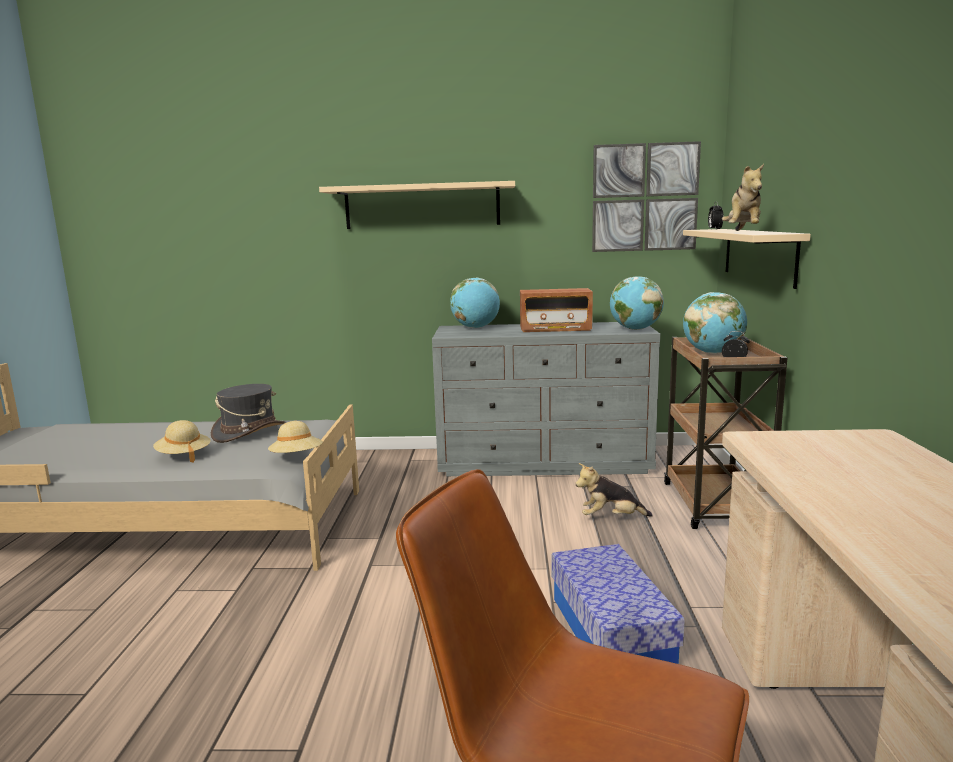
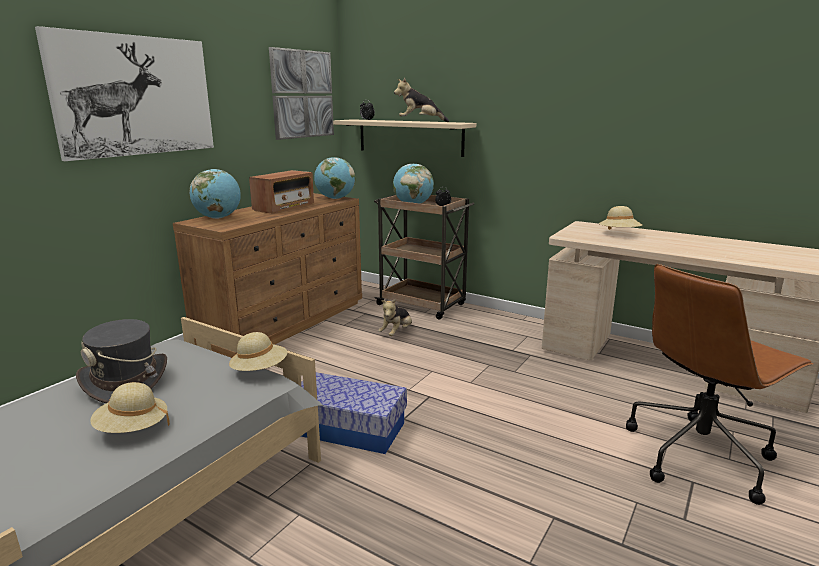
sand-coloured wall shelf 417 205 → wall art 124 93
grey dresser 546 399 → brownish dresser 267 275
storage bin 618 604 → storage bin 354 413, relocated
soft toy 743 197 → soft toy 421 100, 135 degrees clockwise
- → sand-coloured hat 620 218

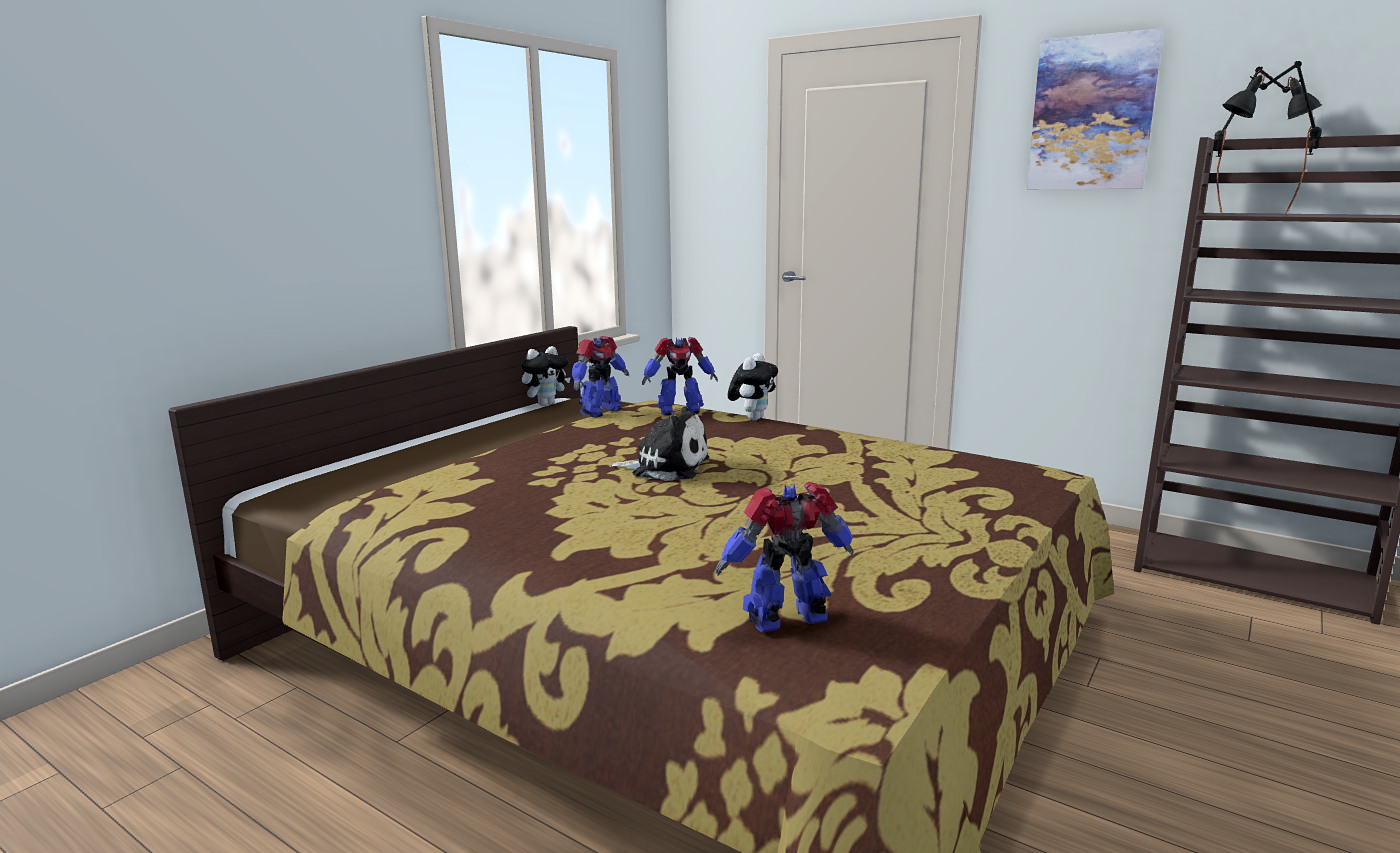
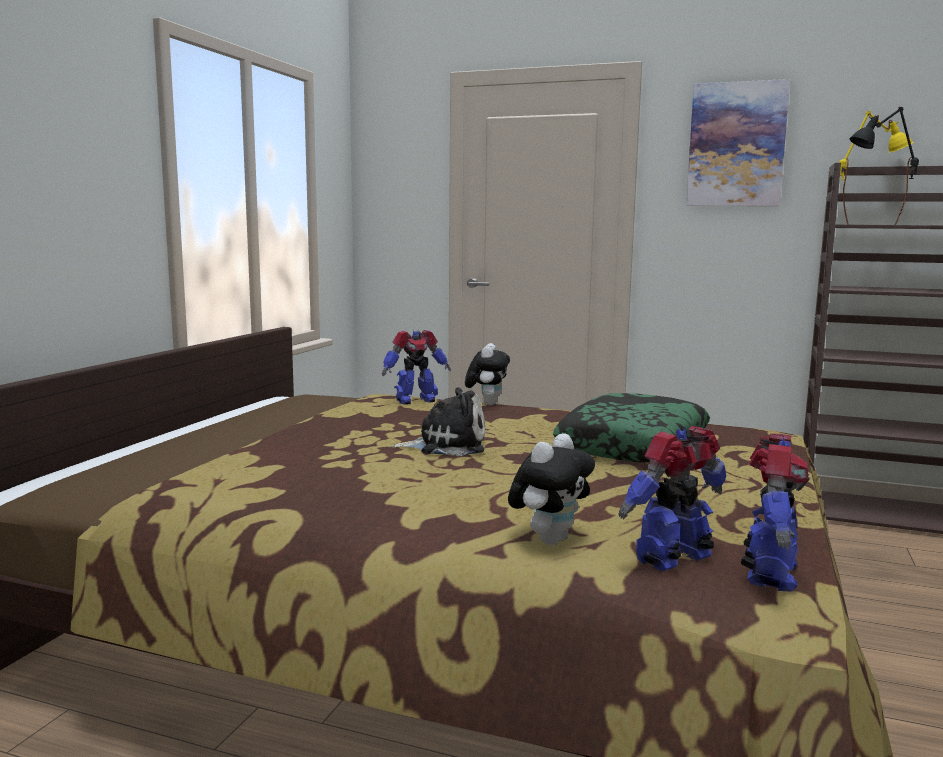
soft toy 546 376 → soft toy 551 489, relocated
- → pillow 631 428
model robot 600 376 → model robot 775 513, relocated
blackish tabletop lamp 1268 139 → yellow-coloured tabletop lamp 876 167

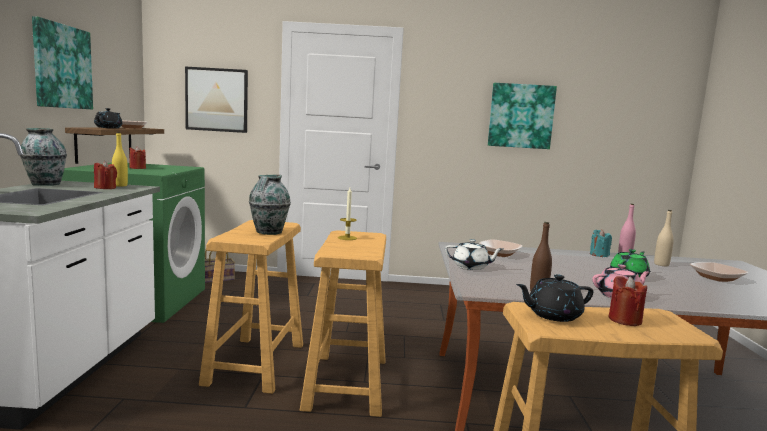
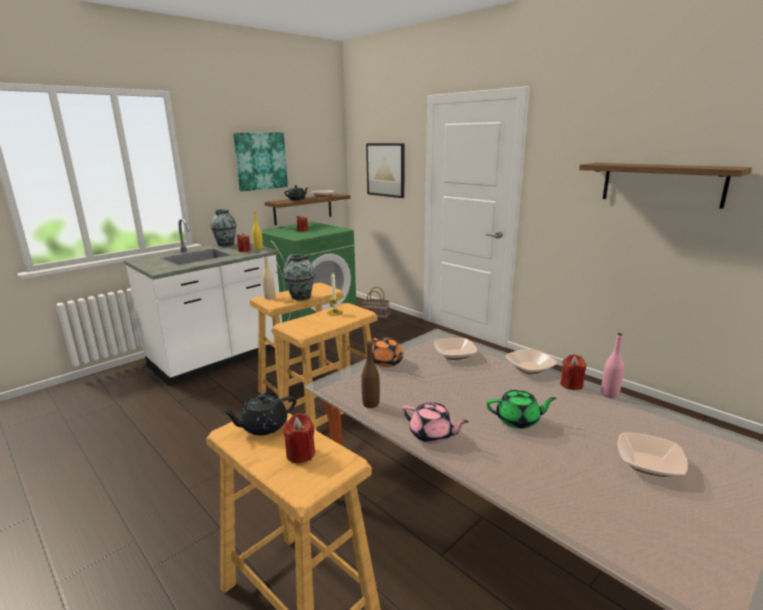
blackish pot for tea 554 298 → blackish pot for tea 259 414, 60 degrees counterclockwise
sand-coloured drink bottle 664 238 → sand-coloured drink bottle 268 277, relocated
whitish pot for tea 474 254 → orange pot for tea 388 352
- → deep dish 531 361
turquoise wax candle 601 243 → red wax candle 573 372
wall art 522 116 → wall shelf 665 186

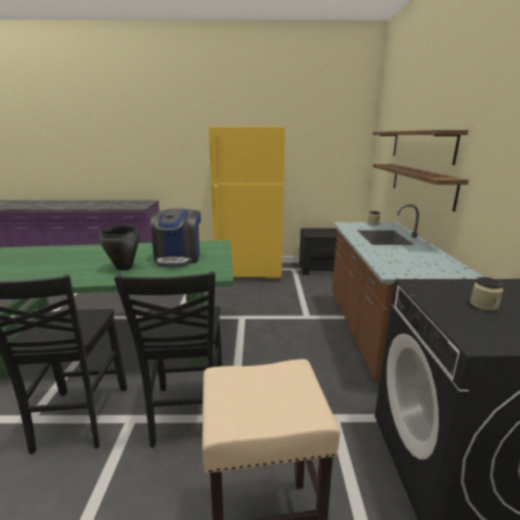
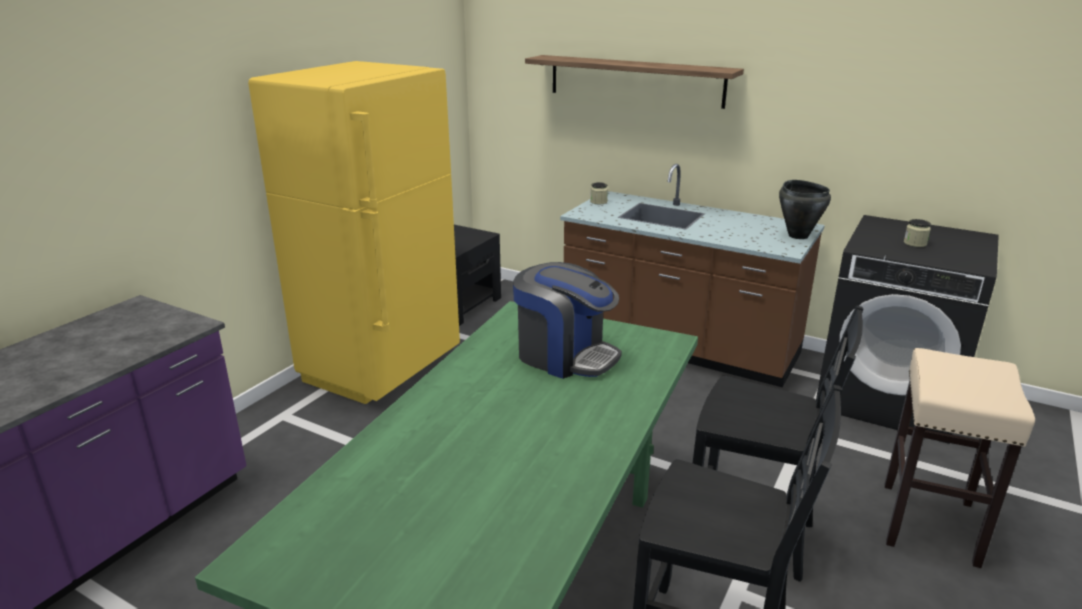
blackish stockpot 119 248 → blackish stockpot 805 209, relocated
wall shelf 421 188 → -

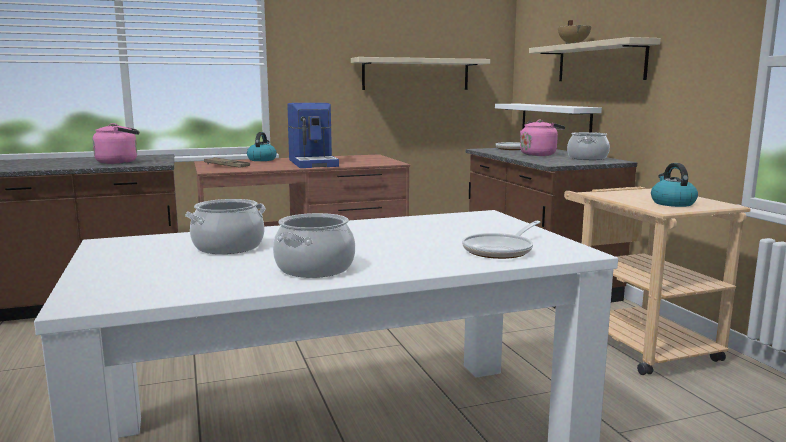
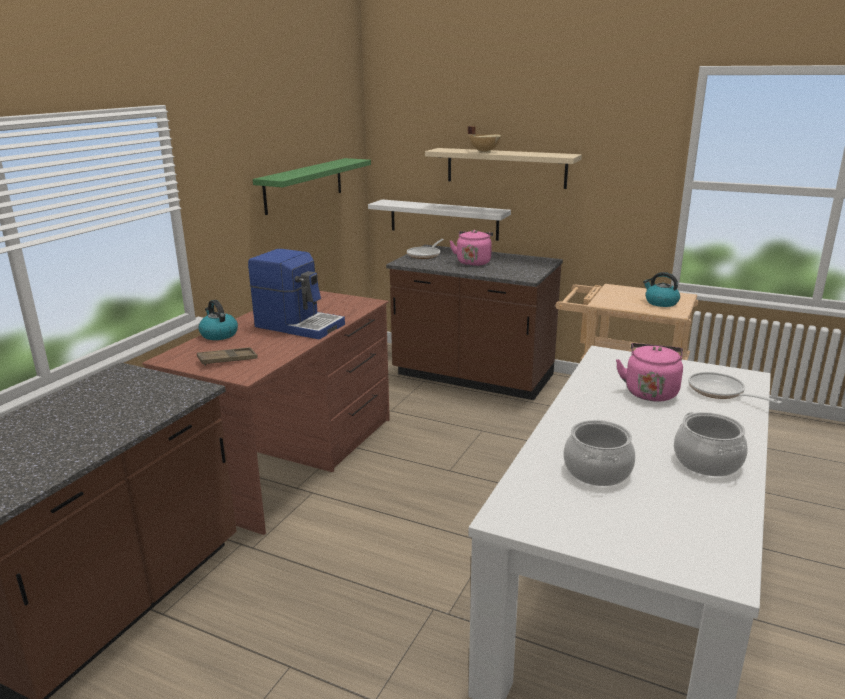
sand-coloured wall shelf 420 73 → green wall shelf 312 186
pinkish water kettle 115 143 → pinkish water kettle 649 372, relocated
pan 501 240 → pan 735 388, 150 degrees clockwise
stockpot 588 146 → -

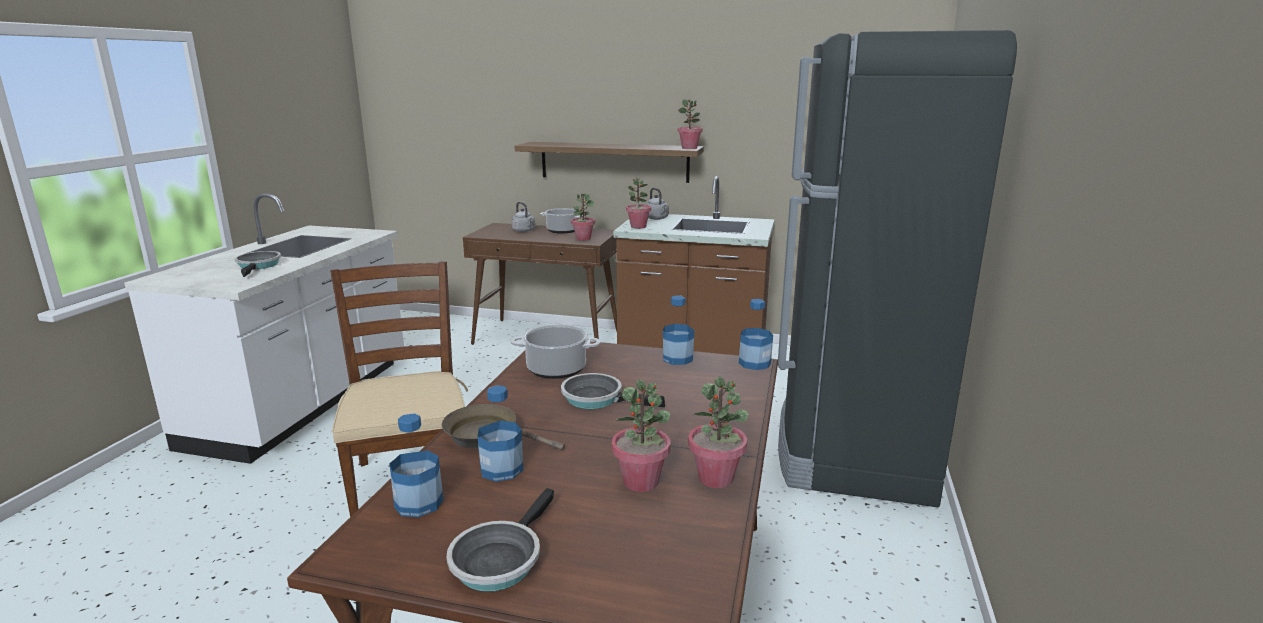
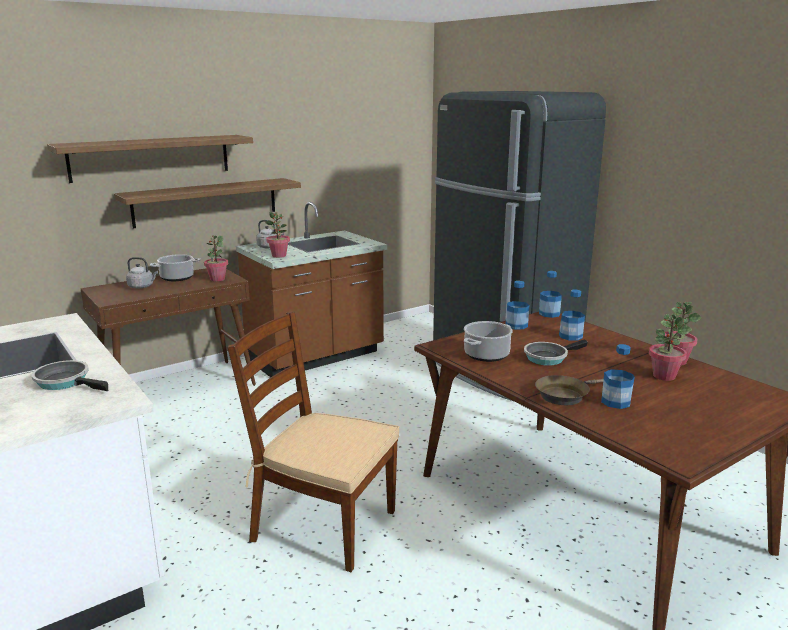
- → wall shelf 150 159
drink bottle 416 465 → drink bottle 572 314, relocated
pan 500 540 → -
houseplant 690 124 → -

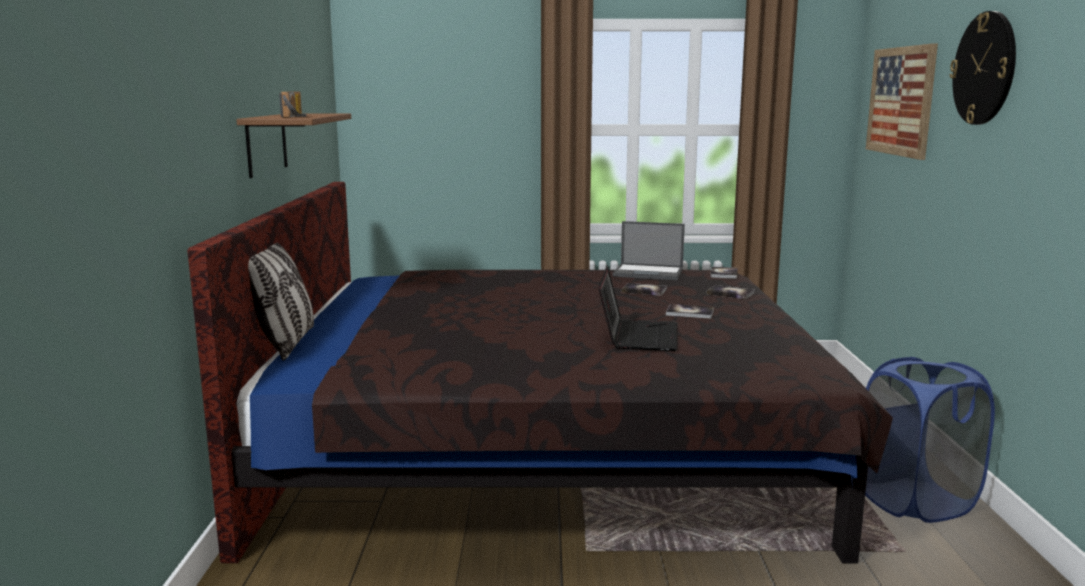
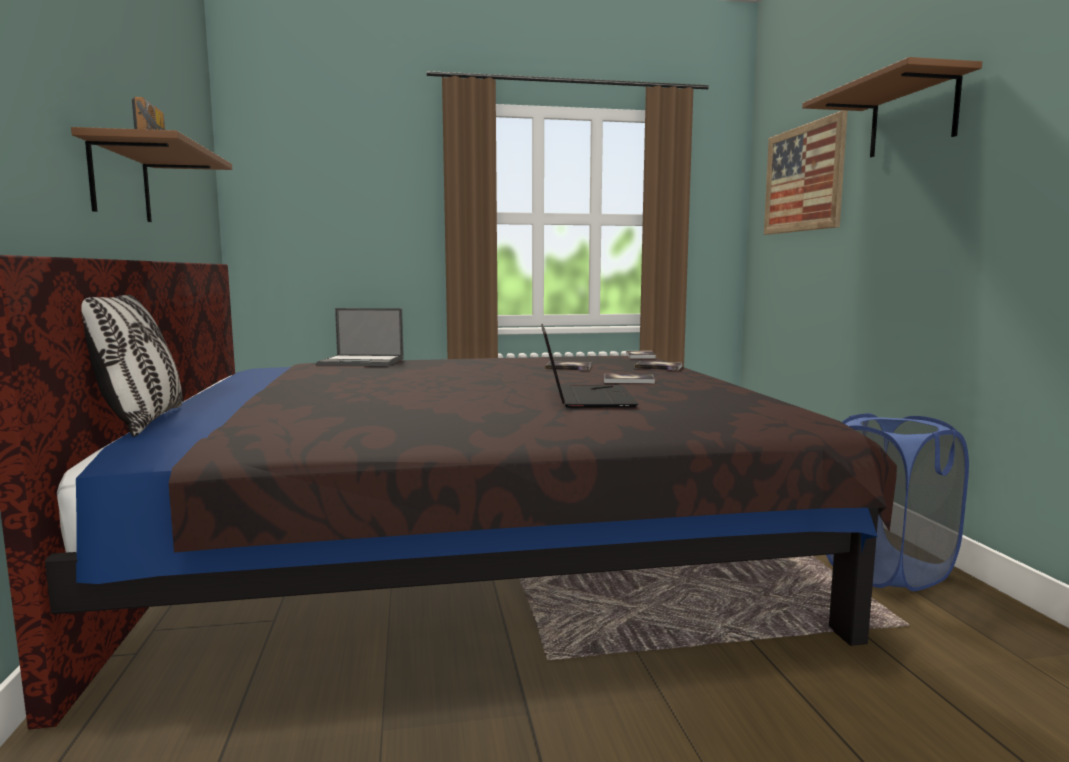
notebook computer 649 250 → notebook computer 360 337, relocated
clock on the wall 983 68 → brownish wall shelf 892 107

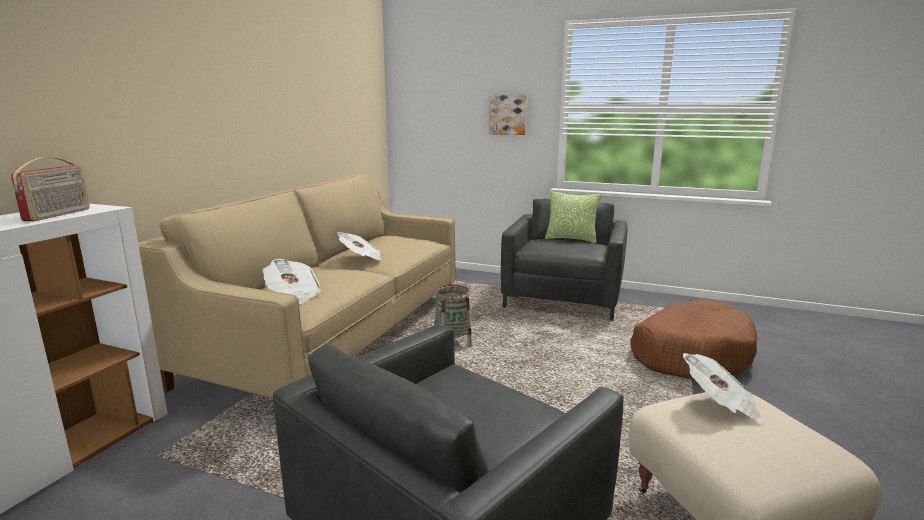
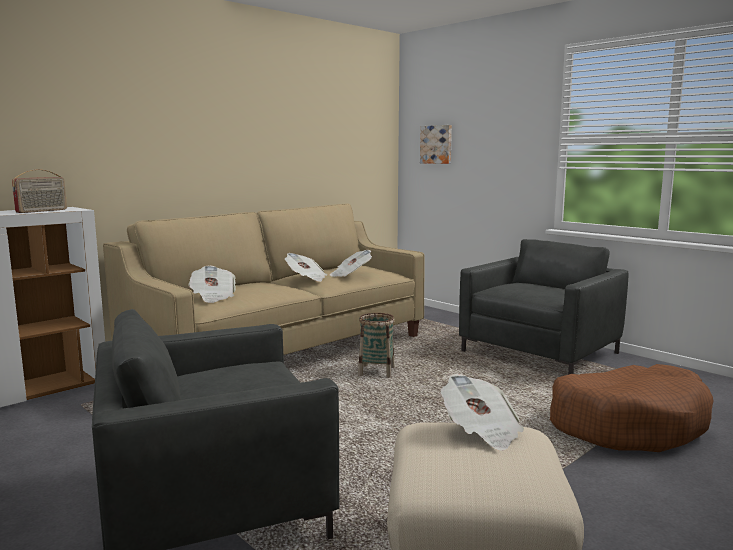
- → newspaper 351 263
wall art 508 115 → wall art 436 144, relocated
pillow 573 217 → -

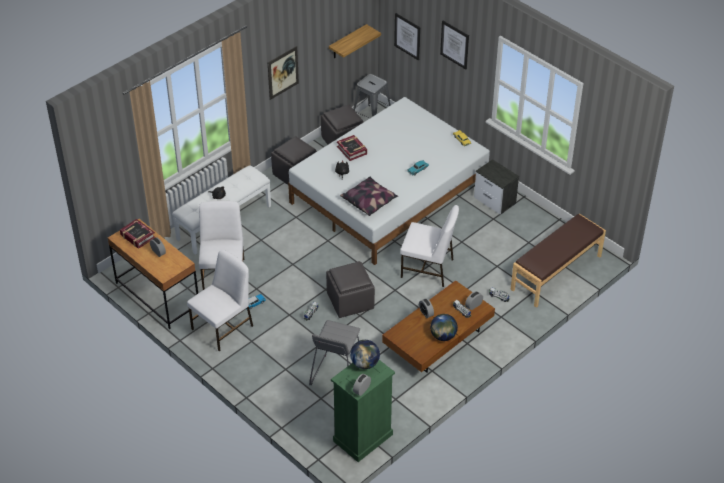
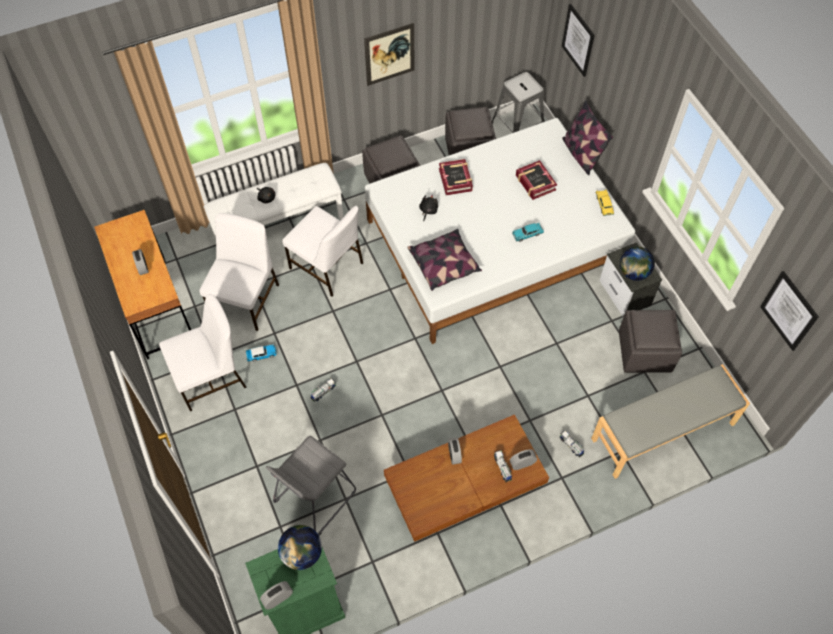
whitish chair 429 246 → whitish chair 322 251, relocated
volume 137 234 → volume 536 180, relocated
- → pillow 587 137
brownish bench 558 261 → grey bench 670 421
grey footrest 350 289 → grey footrest 650 341, relocated
desk globe 444 327 → desk globe 637 263, relocated
wall art 454 45 → wall art 789 311, relocated
wall shelf 355 41 → -

